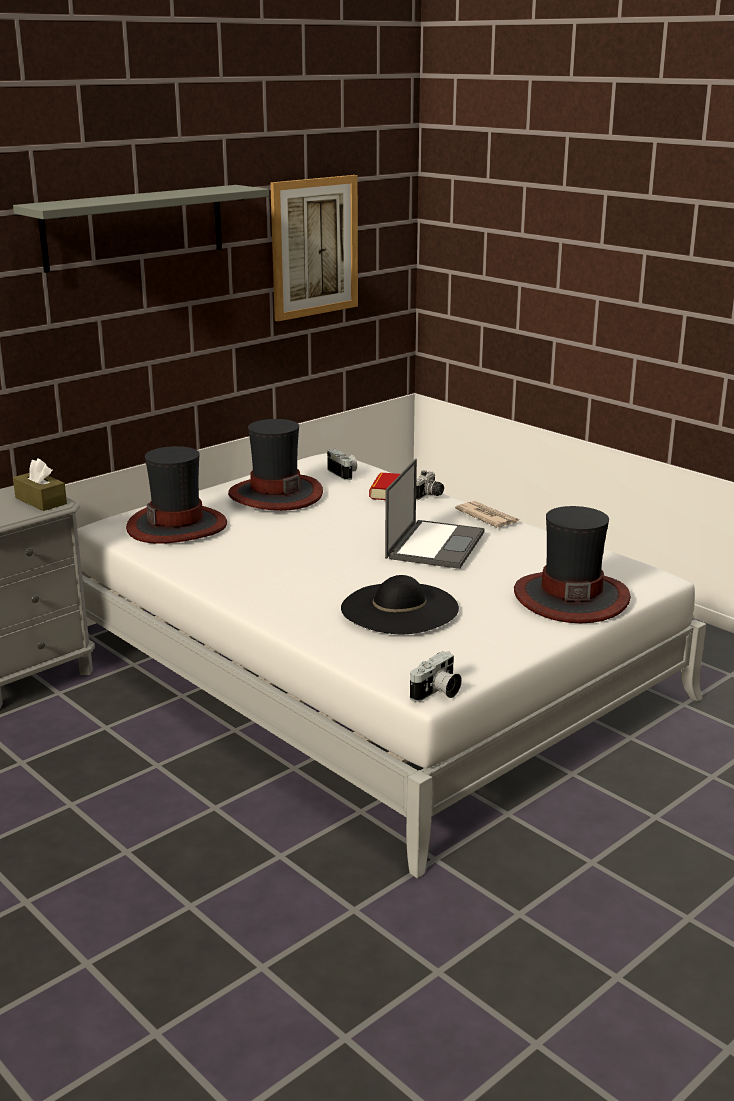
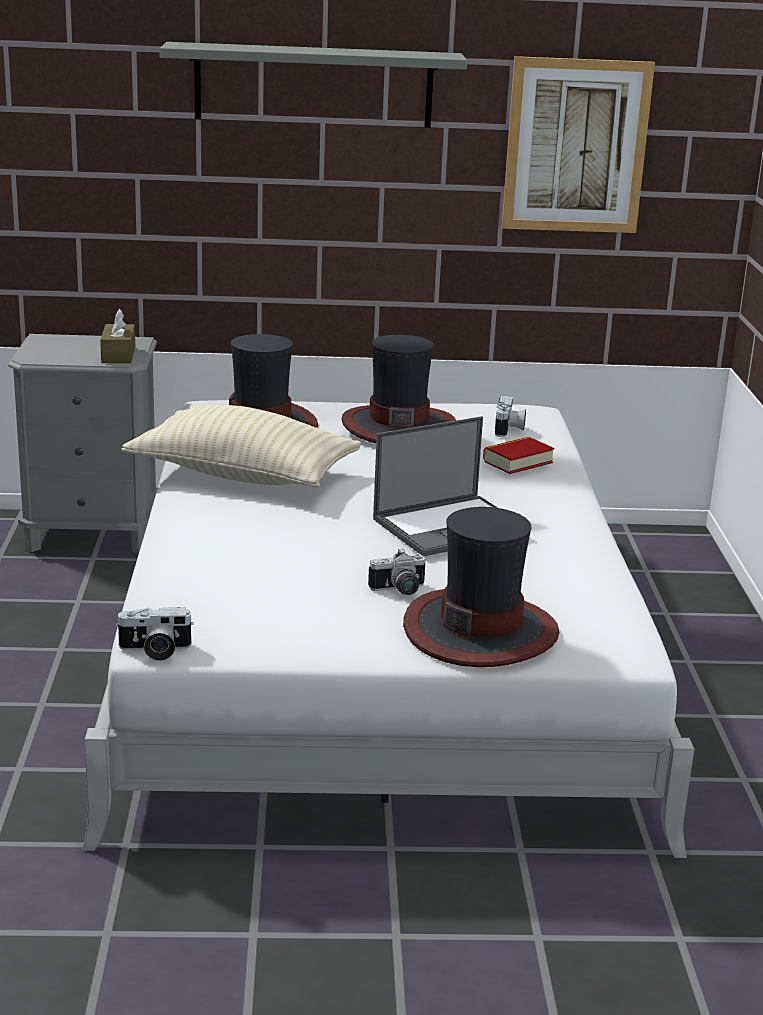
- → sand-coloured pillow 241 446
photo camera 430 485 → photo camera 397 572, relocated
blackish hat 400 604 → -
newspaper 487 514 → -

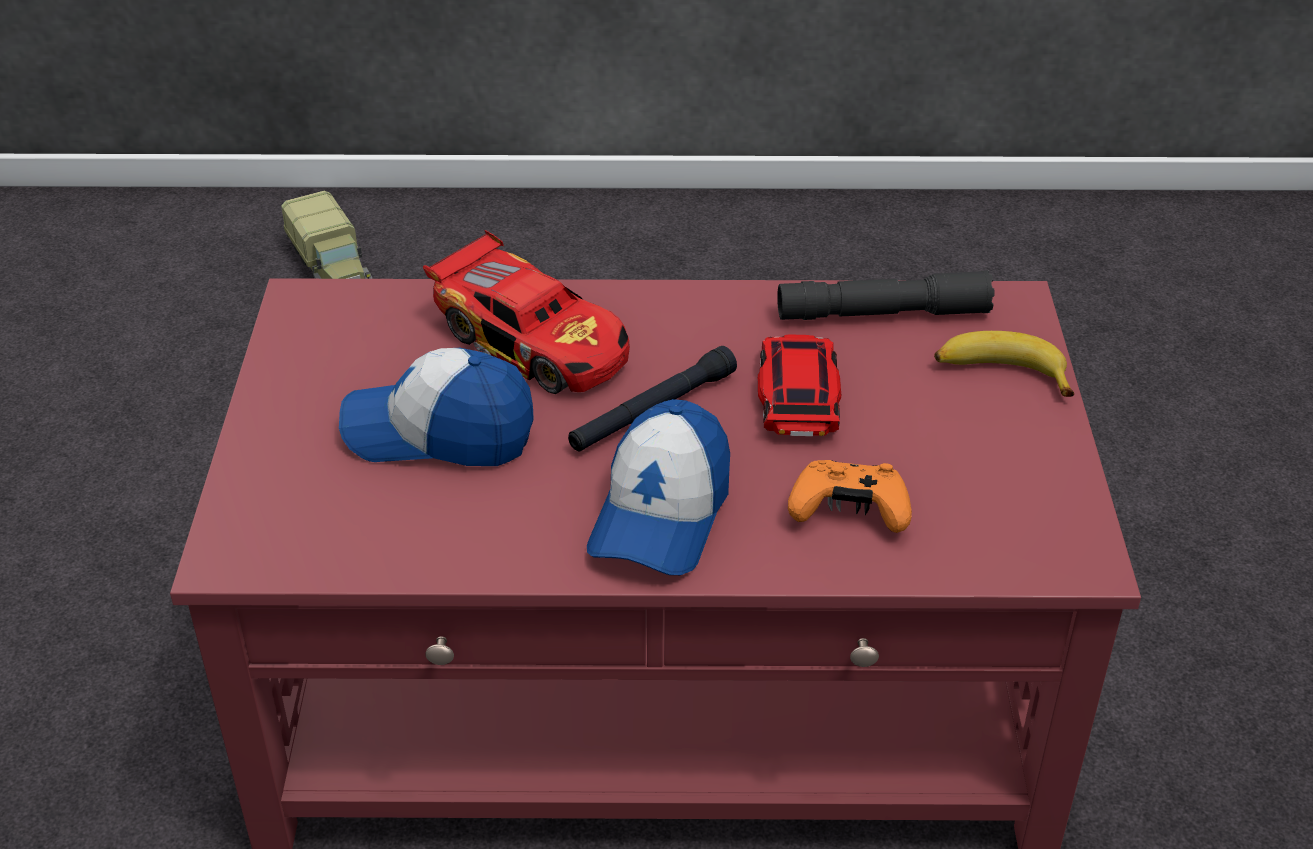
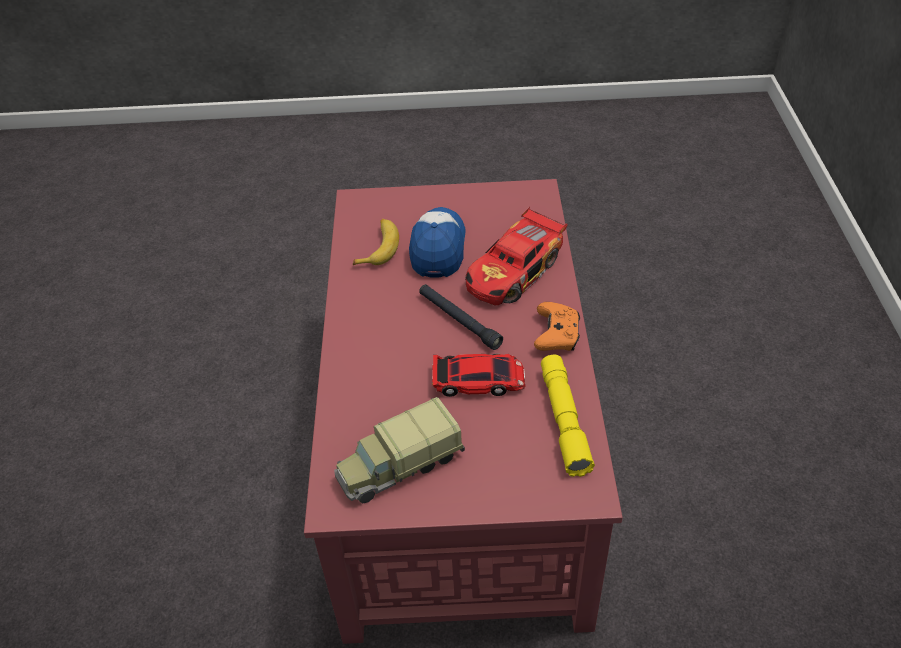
model truck 326 234 → model truck 399 450, relocated
banana 1004 364 → banana 376 242, relocated
orange joypad 850 496 → orange joypad 557 326, relocated
grey flashlight 885 295 → yellow-coloured flashlight 568 416
baseball cap 658 487 → -

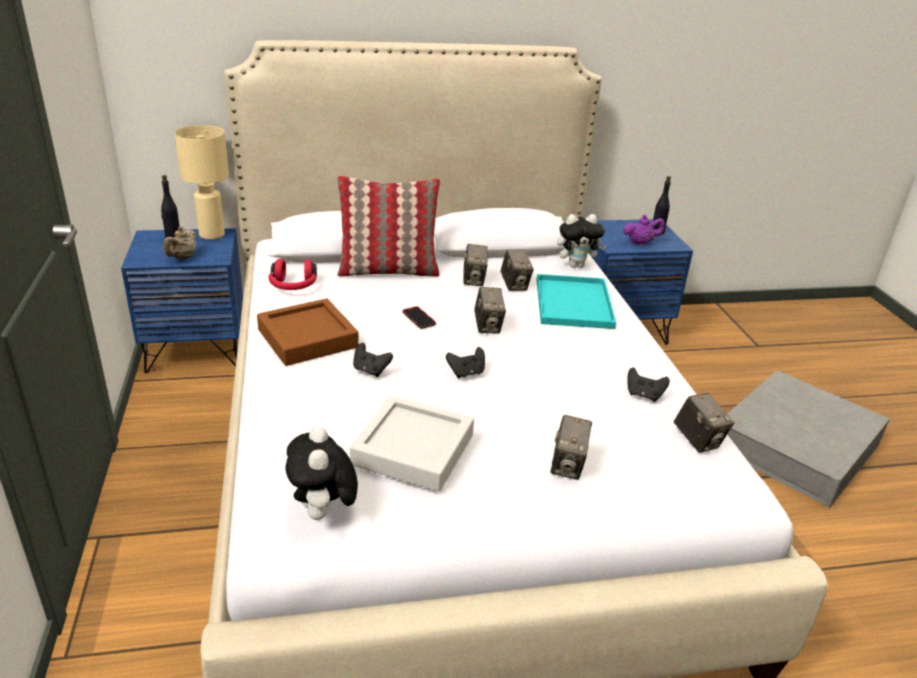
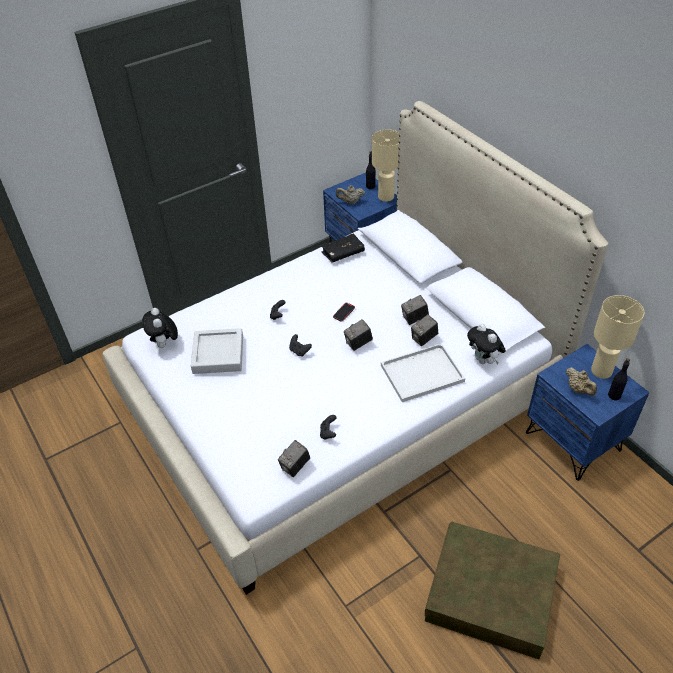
soft toy 322 473 → soft toy 160 328, 75 degrees counterclockwise
red pair of headphones 292 274 → blackish volume 343 248
turquoise tray 576 301 → whitish tray 423 372
grey storage bin 808 439 → brownish storage bin 492 590
purple pot for tea 644 229 → sand-coloured pot for tea 581 381
- → sand-coloured tabletop lamp 617 337
brownish tray 308 332 → -
pillow 388 226 → -
photo camera 571 447 → -

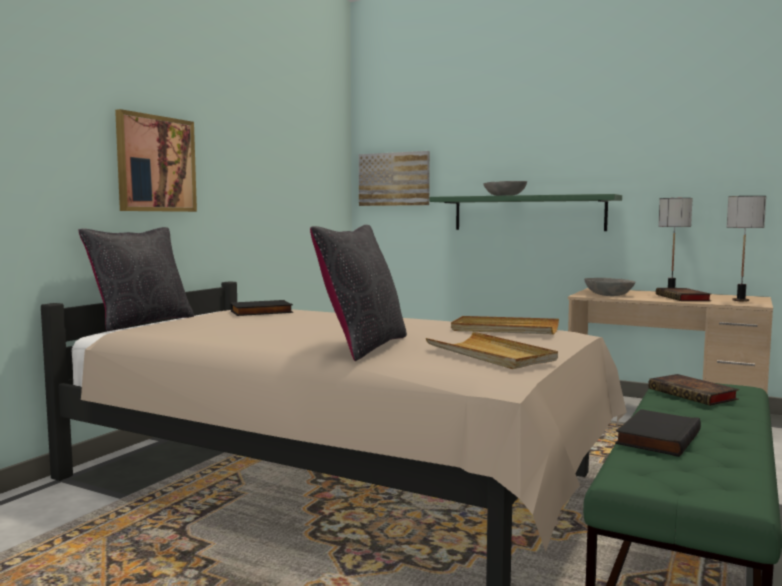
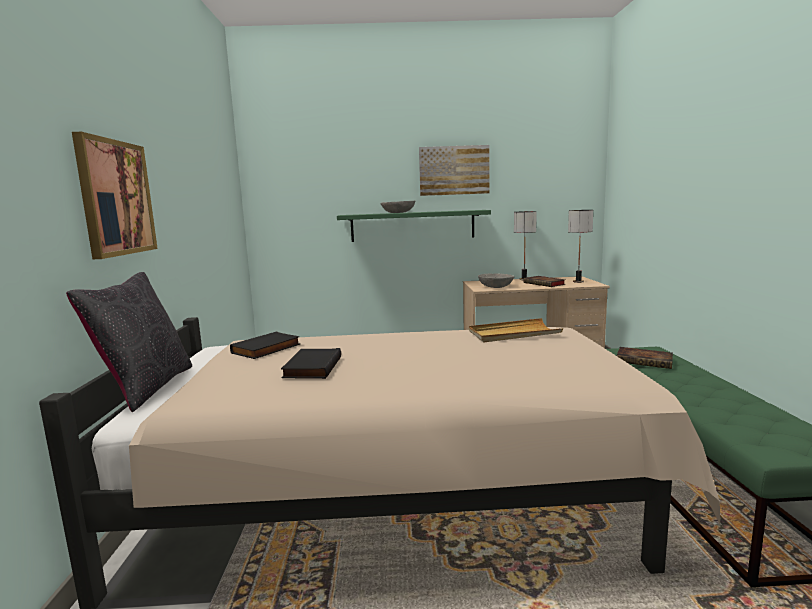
blackish volume 658 433 → blackish volume 311 363, relocated
wall art 394 178 → wall art 454 170, relocated
blackish pillow 358 293 → -
sand-coloured tray 492 350 → -

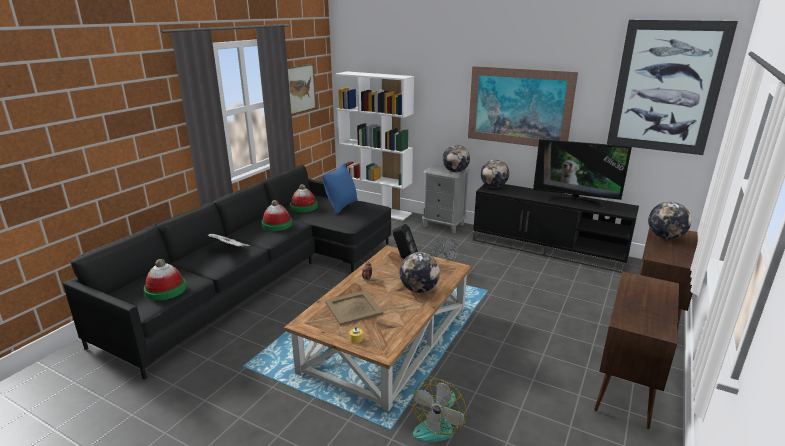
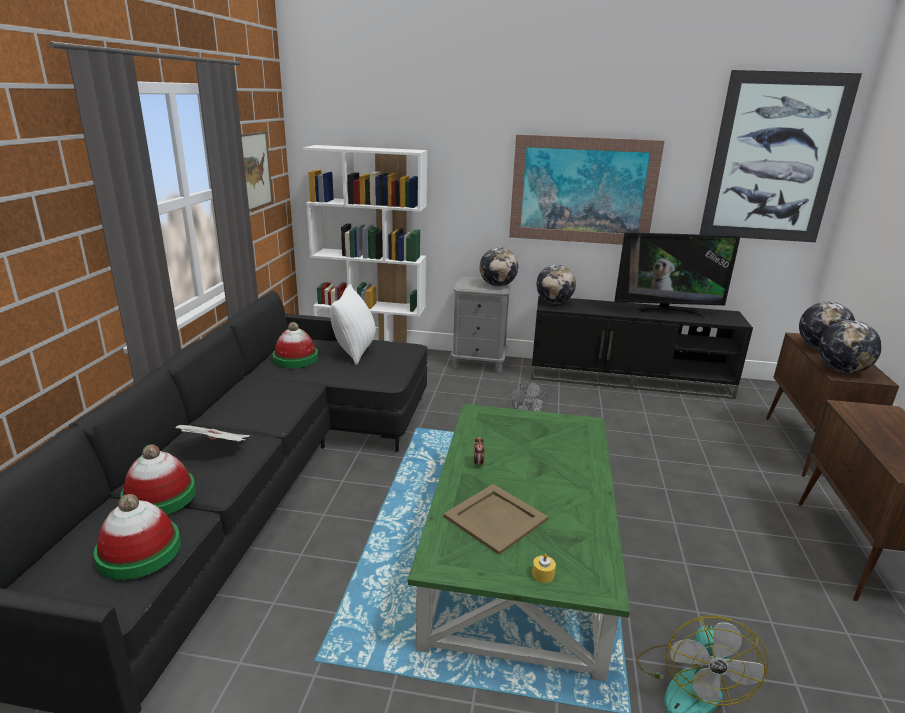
hat 276 215 → hat 158 479, relocated
bluish pillow 340 188 → whitish pillow 353 324
brownish coffee table 378 328 → green coffee table 519 542
desk globe 420 272 → desk globe 850 346, relocated
blackish loudspeaker 405 241 → -

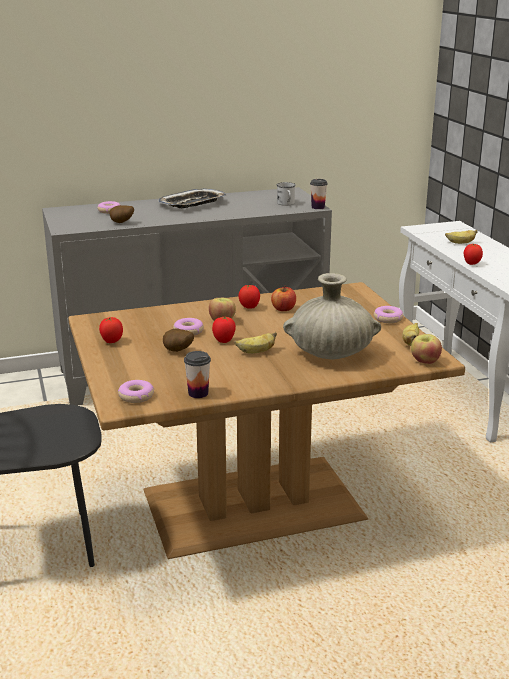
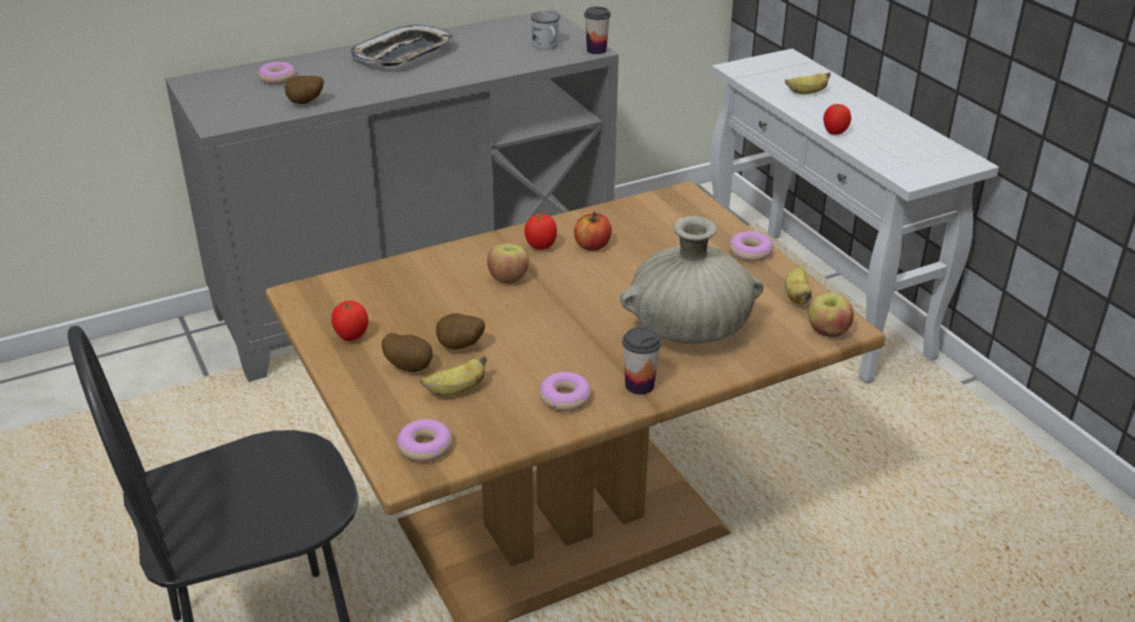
- → spud 407 352
banana 255 343 → banana 453 375, relocated
ring doughnut 188 327 → ring doughnut 565 391, relocated
cup 197 374 → cup 642 361, relocated
whole tomato 224 330 → -

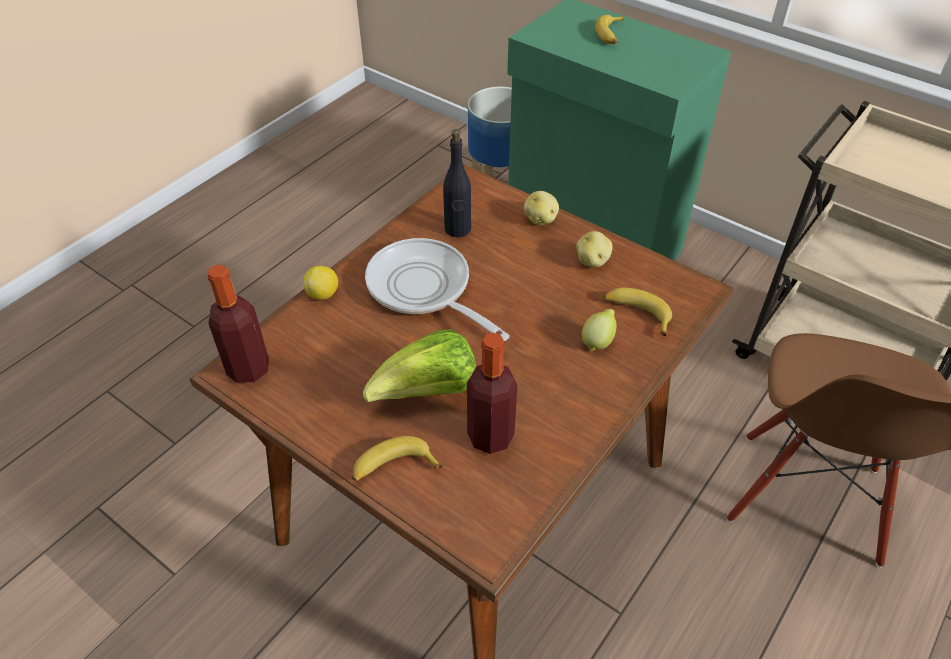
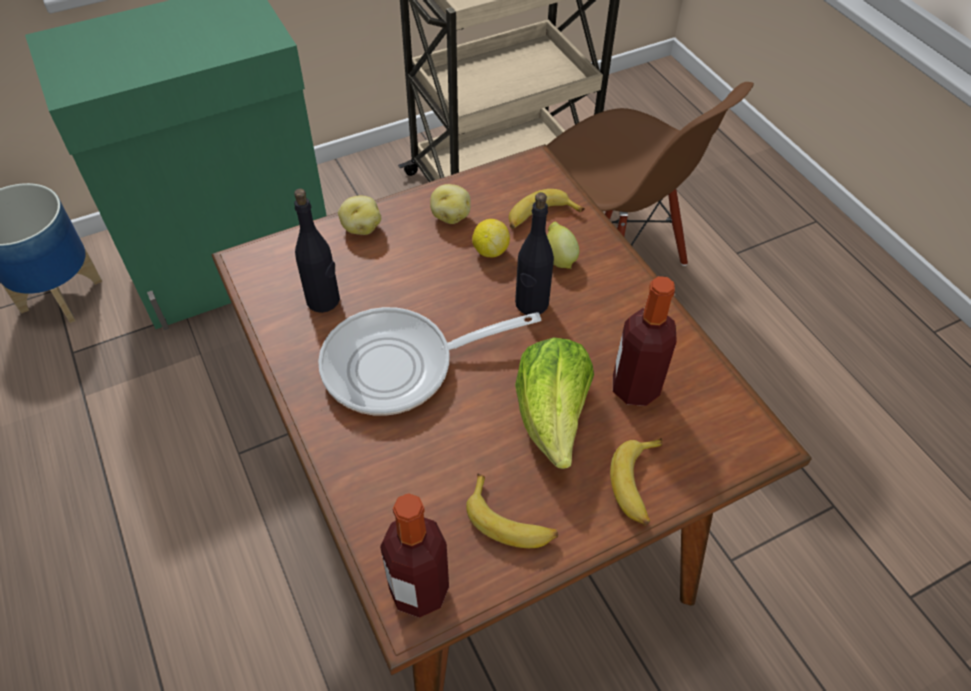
banana 609 29 → banana 512 511, relocated
whole lemon 320 283 → whole lemon 491 238, relocated
- → blackish drink bottle 534 253

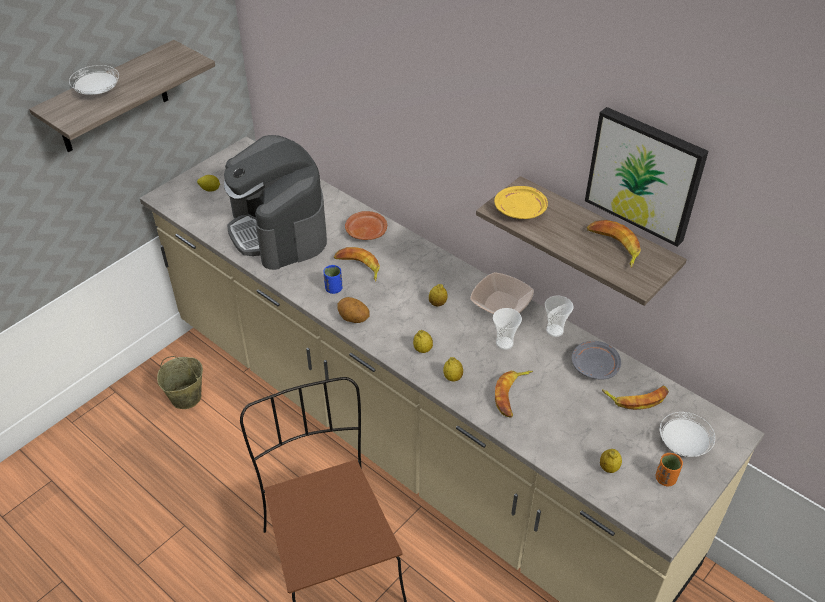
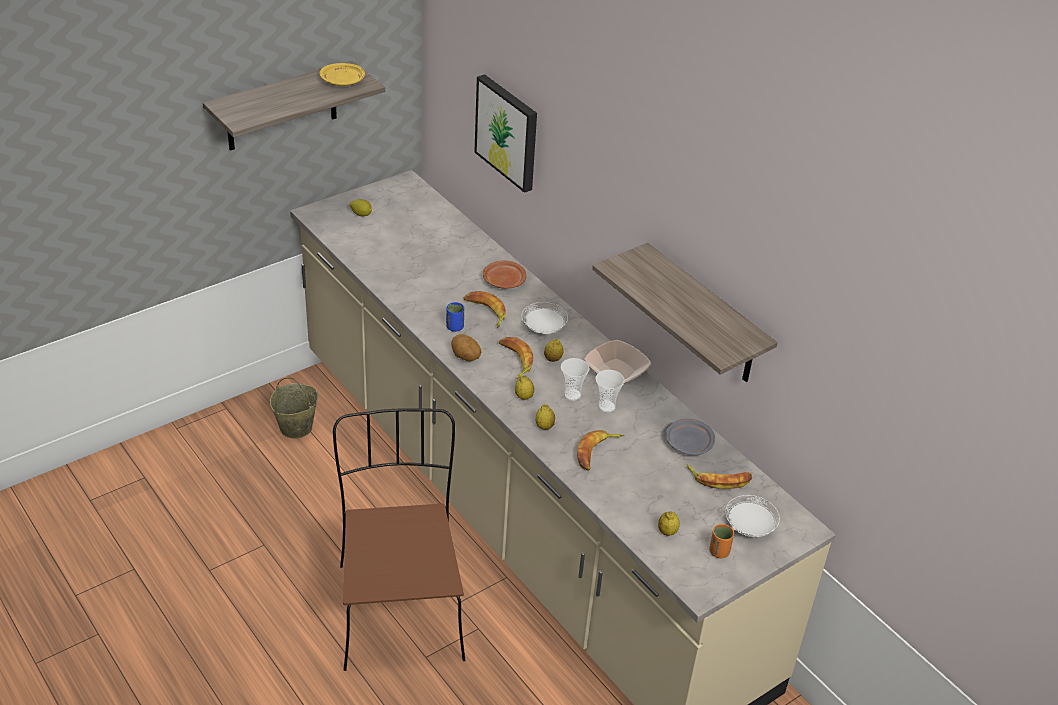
yellow-coloured flat dish 521 202 → yellow-coloured flat dish 342 74, relocated
wall art 647 177 → wall art 505 133, relocated
banana 614 244 → banana 516 358, relocated
whitish flat dish 94 80 → whitish flat dish 545 318, relocated
cup 559 316 → cup 575 379, relocated
coffee maker 275 202 → -

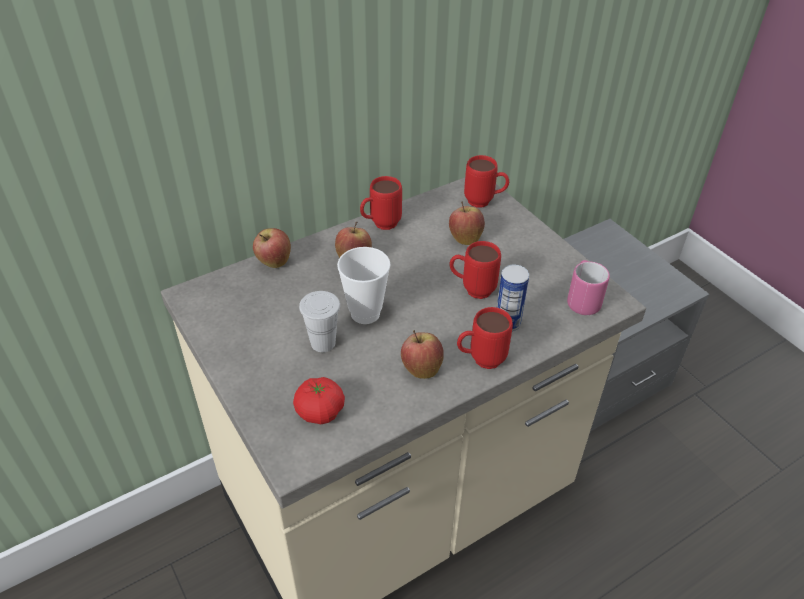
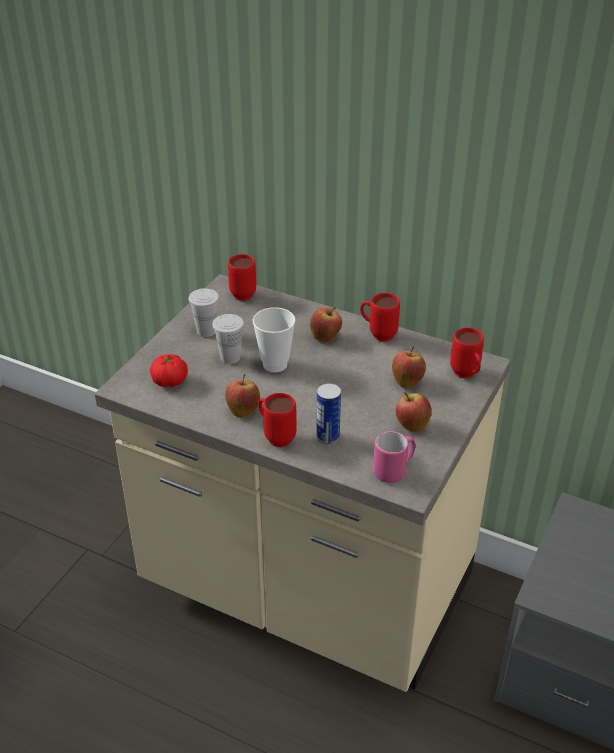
- → whitish cup 204 312
red mug 475 270 → red mug 242 277, relocated
whole apple 272 248 → whole apple 413 412, relocated

